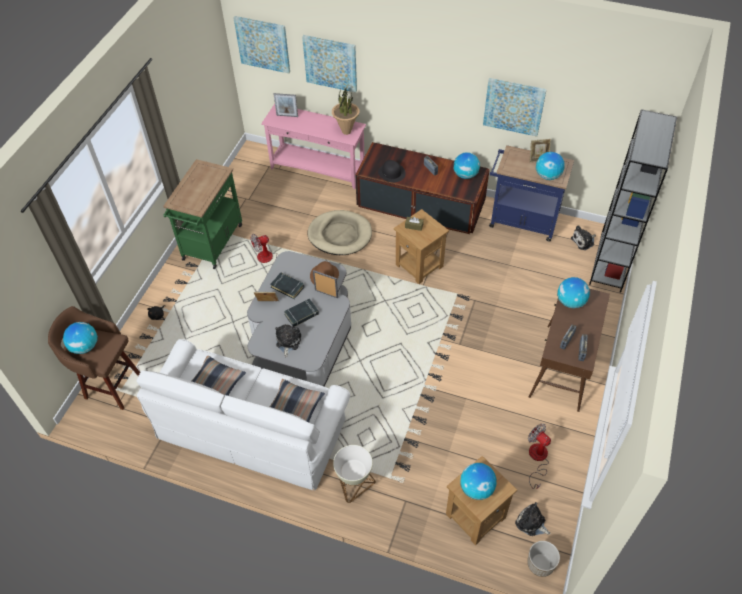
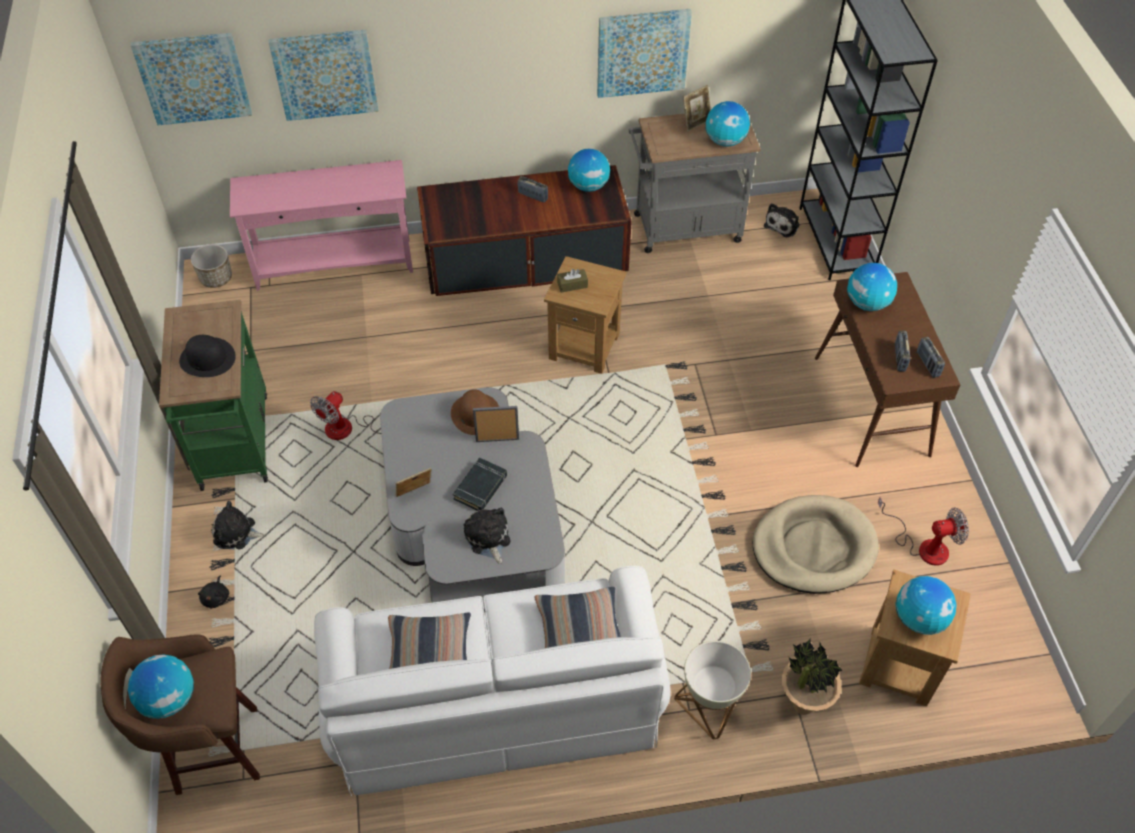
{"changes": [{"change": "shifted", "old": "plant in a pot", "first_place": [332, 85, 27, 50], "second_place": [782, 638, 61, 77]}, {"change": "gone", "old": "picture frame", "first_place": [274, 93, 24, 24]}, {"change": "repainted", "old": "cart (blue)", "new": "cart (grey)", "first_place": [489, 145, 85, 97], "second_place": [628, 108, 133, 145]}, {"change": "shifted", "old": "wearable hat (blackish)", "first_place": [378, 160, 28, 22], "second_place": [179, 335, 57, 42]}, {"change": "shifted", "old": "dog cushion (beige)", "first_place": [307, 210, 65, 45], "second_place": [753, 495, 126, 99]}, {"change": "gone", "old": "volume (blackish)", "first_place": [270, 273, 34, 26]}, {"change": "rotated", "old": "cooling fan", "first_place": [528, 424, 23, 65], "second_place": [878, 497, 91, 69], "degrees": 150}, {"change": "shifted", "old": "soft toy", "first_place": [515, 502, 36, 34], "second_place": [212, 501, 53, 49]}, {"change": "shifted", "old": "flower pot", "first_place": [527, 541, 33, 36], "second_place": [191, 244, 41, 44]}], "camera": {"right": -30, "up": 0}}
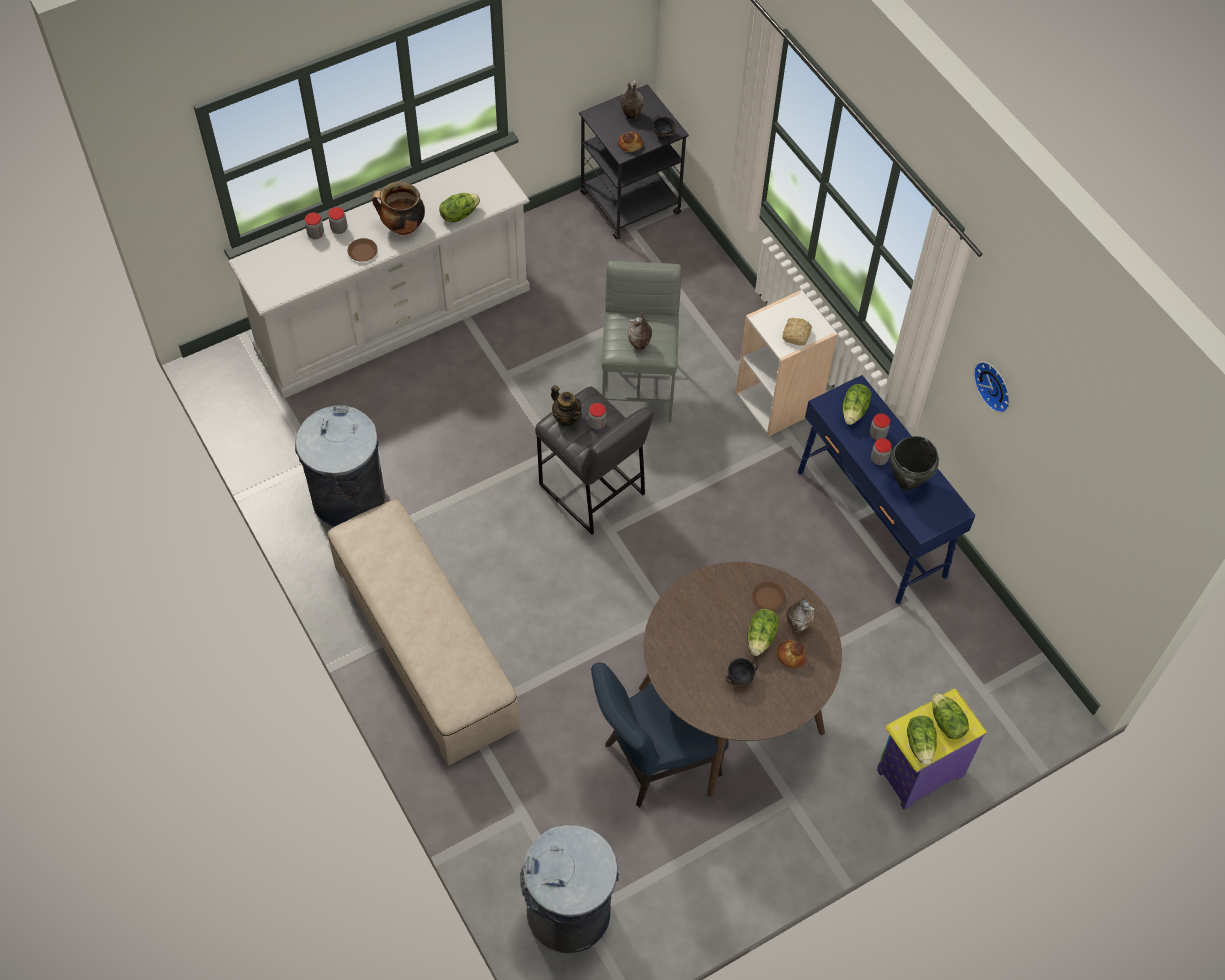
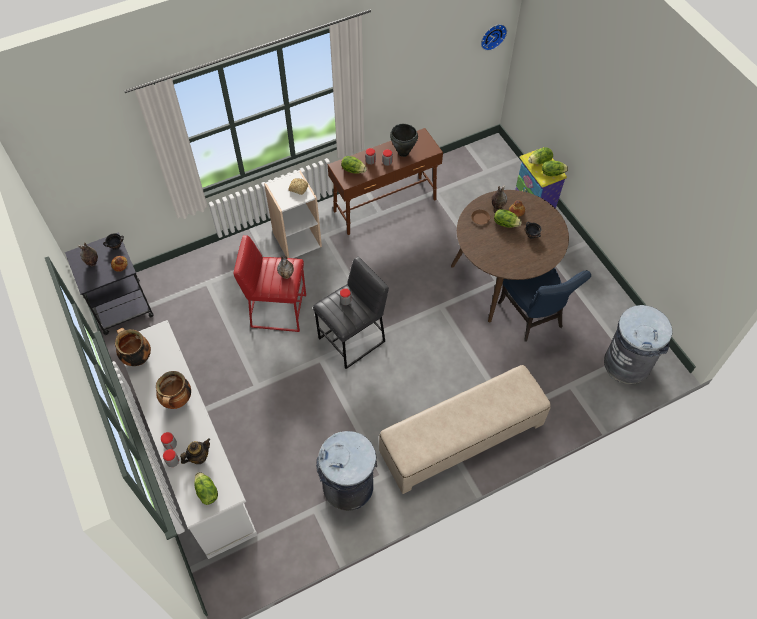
{"changes": [{"change": "shifted", "old": "lettuce", "first_place": [439, 193, 41, 29], "second_place": [194, 472, 24, 33]}, {"change": "gone", "old": "flat dish (brownish)", "first_place": [348, 238, 30, 24]}, {"change": "repainted", "old": "stool seat (grey)", "new": "stool seat (reddish)", "first_place": [602, 261, 80, 162], "second_place": [234, 235, 72, 97]}, {"change": "shifted", "old": "hanging clock", "first_place": [973, 361, 37, 52], "second_place": [481, 24, 26, 27]}, {"change": "repainted", "old": "console table (blue)", "new": "console table (brownish)", "first_place": [798, 375, 177, 229], "second_place": [328, 128, 115, 107]}, {"change": "shifted", "old": "teapot", "first_place": [551, 385, 31, 41], "second_place": [180, 438, 30, 26]}, {"change": "new", "new": "stockpot", "second_place": [115, 328, 36, 38]}], "camera": {"right": -85, "up": 0}}
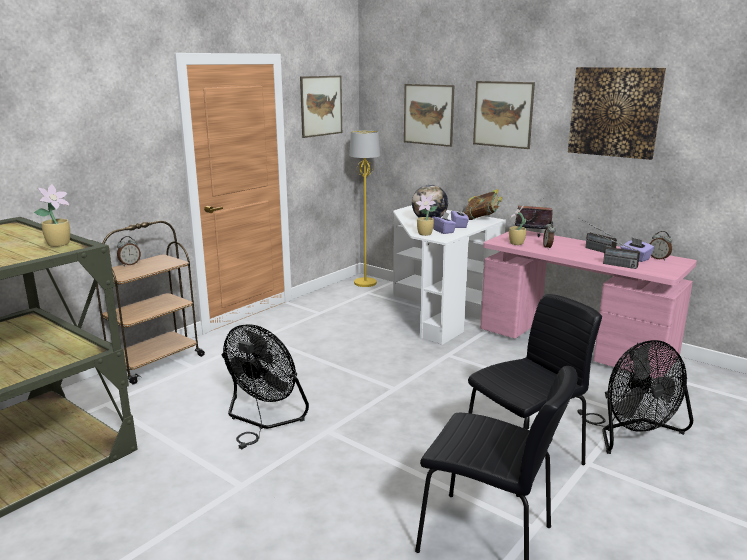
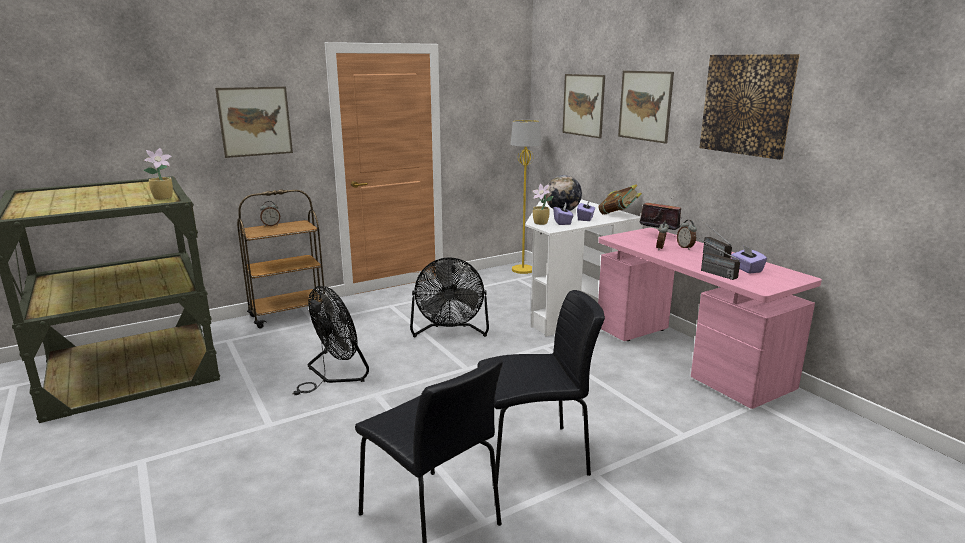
{"changes": [{"change": "shifted", "old": "wall picture", "first_place": [300, 76, 42, 62], "second_place": [215, 87, 78, 71]}, {"change": "gone", "old": "plant in a pot", "first_place": [509, 204, 17, 41]}, {"change": "shifted", "old": "alarm clock", "first_place": [650, 231, 22, 29], "second_place": [677, 220, 20, 29]}, {"change": "shifted", "old": "cooling fan (blackish)", "first_place": [577, 340, 116, 114], "second_place": [410, 258, 79, 79]}], "camera": {"right": 20, "up": 0}}
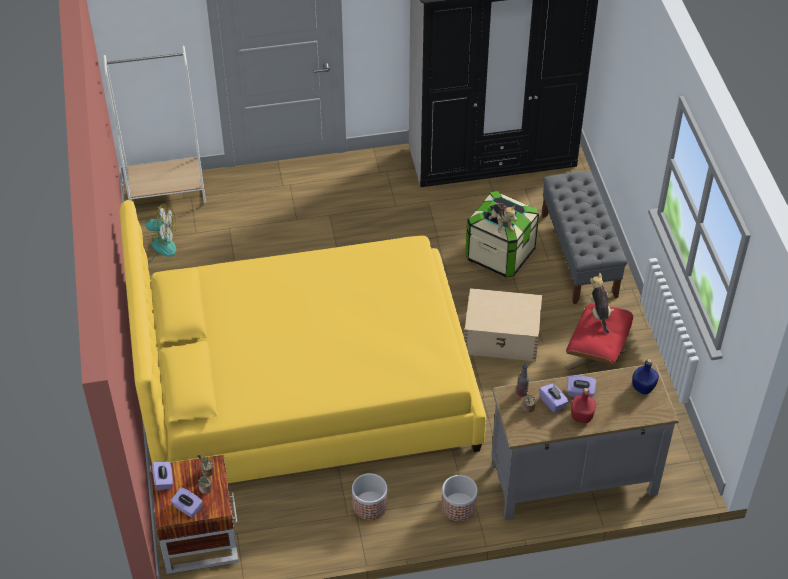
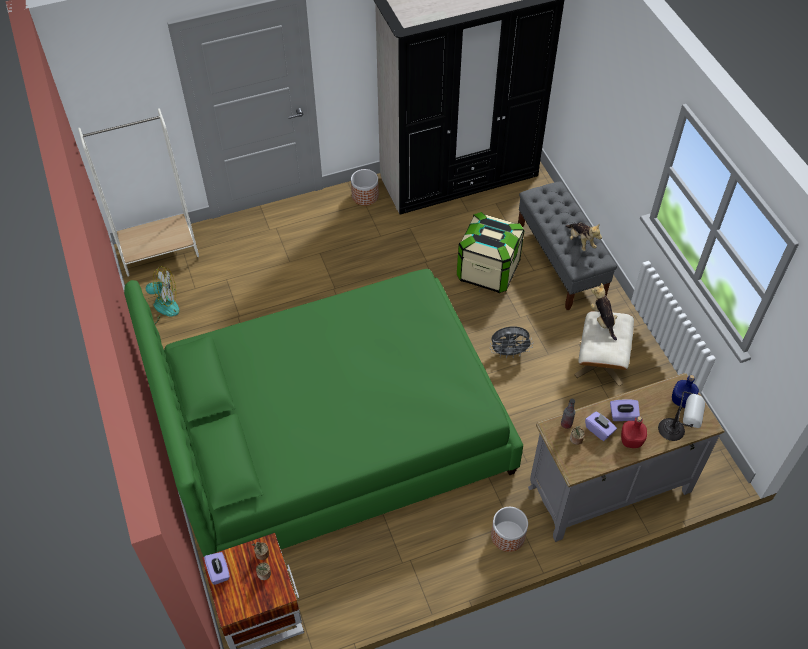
{"changes": [{"change": "repainted", "old": "bed (yellow-coloured)", "new": "bed (greenish)", "first_place": [119, 200, 367, 283], "second_place": [124, 269, 399, 288]}, {"change": "shifted", "old": "soft toy", "first_place": [488, 203, 29, 30], "second_place": [565, 223, 37, 28]}, {"change": "swapped", "old": "storage box (beige)", "new": "cooling fan (grey)", "first_place": [464, 288, 78, 73], "second_place": [490, 326, 43, 33]}, {"change": "repainted", "old": "footrest (reddish)", "new": "footrest (beige)", "first_place": [565, 303, 68, 68], "second_place": [574, 311, 60, 75]}, {"change": "shifted", "old": "flower pot", "first_place": [352, 473, 35, 47], "second_place": [351, 169, 28, 37]}, {"change": "gone", "old": "tissue holder (purplish)", "first_place": [171, 487, 32, 31]}, {"change": "new", "new": "lamp for a table", "second_place": [658, 391, 47, 50]}], "camera": {"right": -10, "up": 5}}
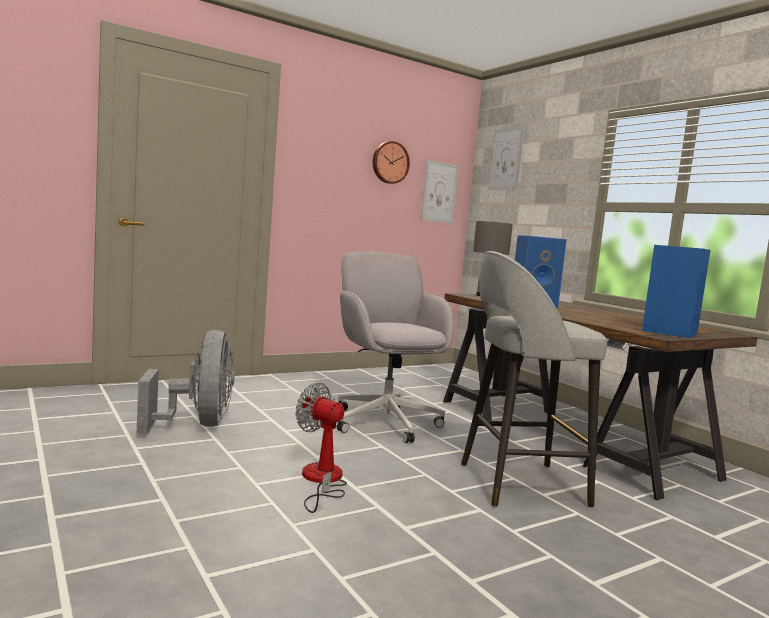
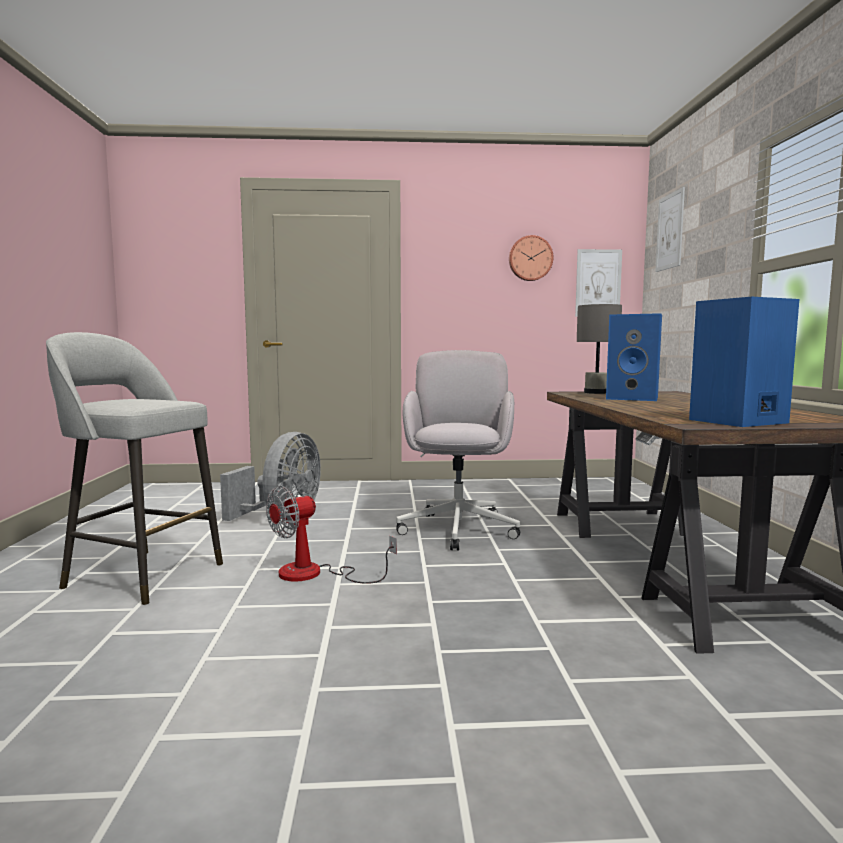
{"changes": [{"change": "shifted", "old": "stool seat (grey)", "first_place": [461, 251, 146, 257], "second_place": [46, 332, 177, 273]}, {"change": "rotated", "old": "cooling fan", "first_place": [295, 382, 52, 131], "second_place": [266, 486, 131, 98], "degrees": -105}], "camera": {"right": 30, "up": 0}}
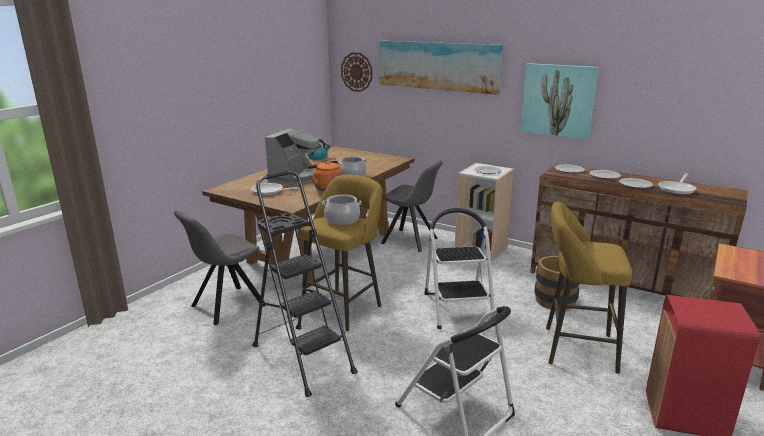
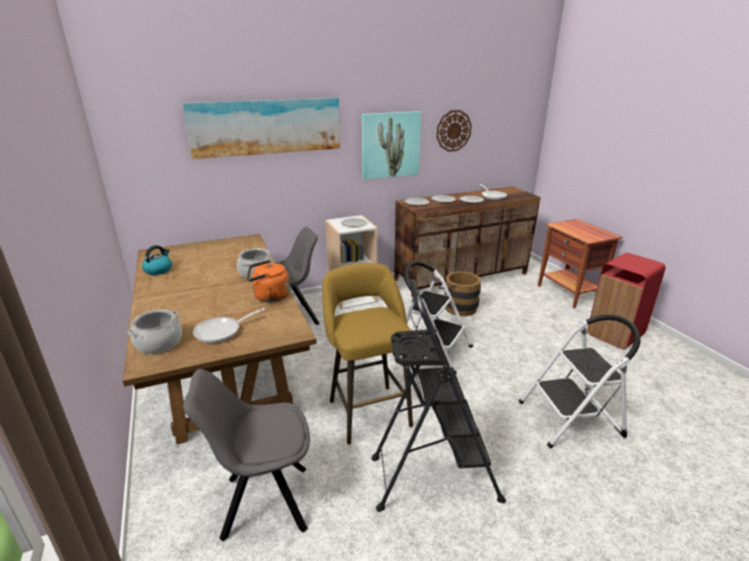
{"changes": [{"change": "shifted", "old": "hanging clock", "first_place": [341, 52, 31, 40], "second_place": [437, 110, 35, 42]}, {"change": "gone", "old": "coffee machine", "first_place": [265, 128, 56, 56]}, {"change": "shifted", "old": "stockpot", "first_place": [322, 194, 40, 31], "second_place": [127, 309, 55, 45]}, {"change": "gone", "old": "stool seat (yellow-coloured)", "first_place": [546, 202, 86, 172]}, {"change": "rotated", "old": "upright chair (grey)", "first_place": [174, 210, 92, 115], "second_place": [183, 369, 127, 172], "degrees": 90}], "camera": {"right": -55, "up": 5}}
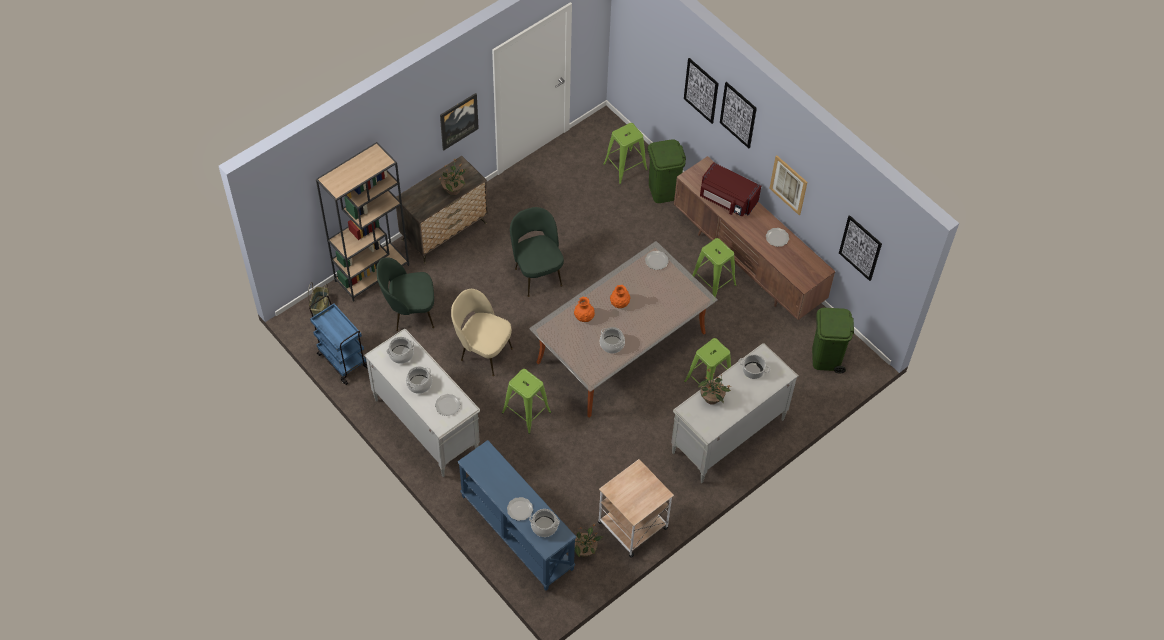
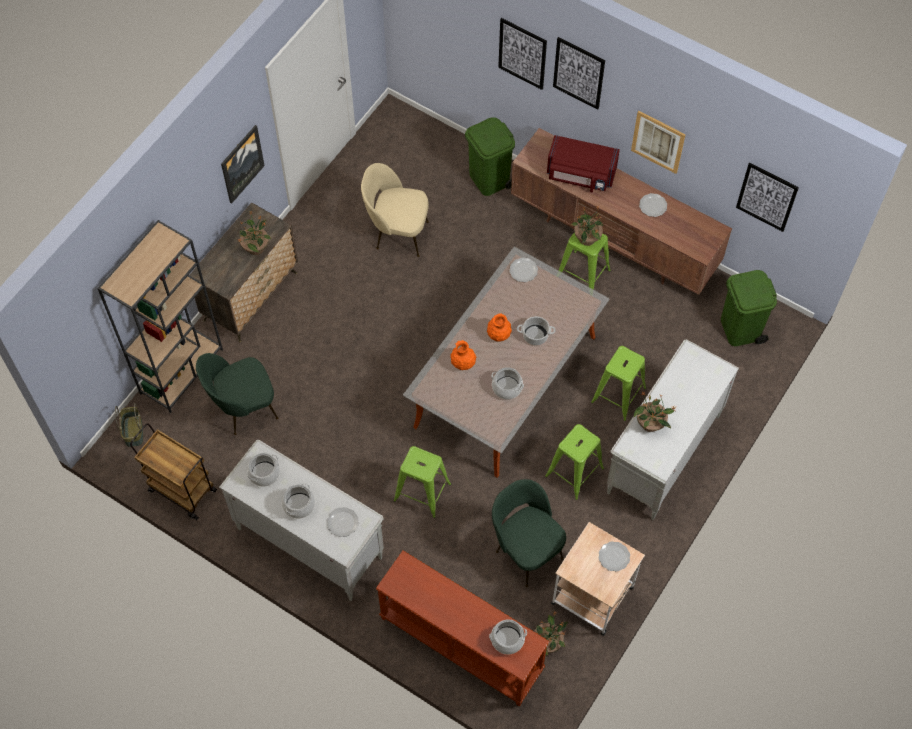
{"changes": [{"change": "shifted", "old": "stool seat (greenish)", "first_place": [603, 123, 45, 61], "second_place": [545, 424, 59, 76]}, {"change": "shifted", "old": "upright chair (greenish)", "first_place": [510, 207, 54, 90], "second_place": [492, 479, 74, 108]}, {"change": "shifted", "old": "upright chair (beige)", "first_place": [451, 289, 62, 87], "second_place": [361, 163, 68, 94]}, {"change": "repainted", "old": "cart (blue)", "new": "cart (brownish)", "first_place": [309, 296, 59, 89], "second_place": [130, 423, 87, 97]}, {"change": "shifted", "old": "stockpot", "first_place": [739, 354, 31, 25], "second_place": [517, 316, 39, 29]}, {"change": "repainted", "old": "console table (blue)", "new": "console table (brownish)", "first_place": [458, 440, 118, 150], "second_place": [376, 551, 173, 156]}, {"change": "shifted", "old": "flat dish", "first_place": [507, 497, 26, 24], "second_place": [599, 541, 31, 31]}, {"change": "new", "new": "plant in a pot", "second_place": [571, 206, 32, 40]}], "camera": {"right": -15, "up": 5}}
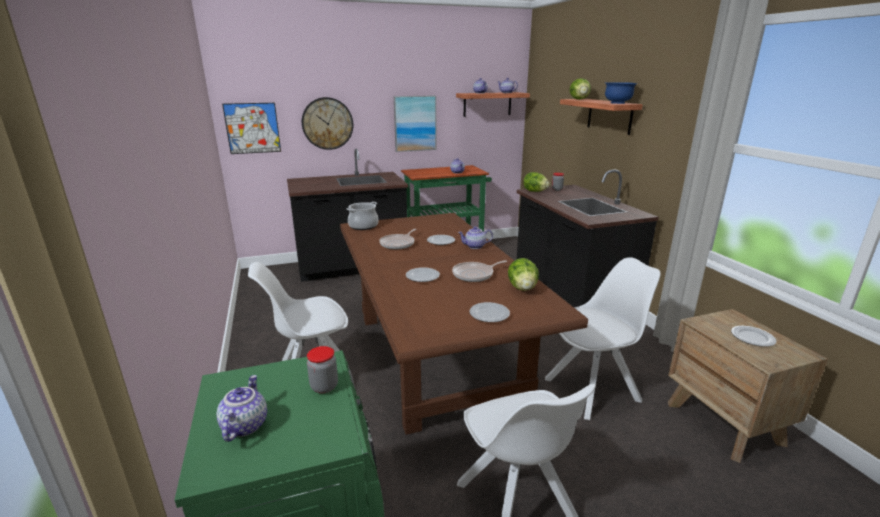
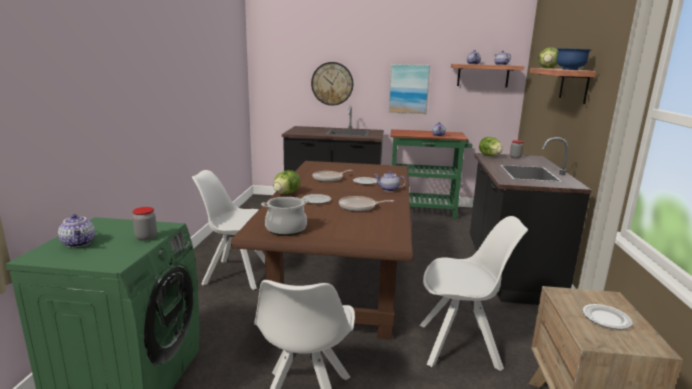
{"changes": [{"change": "gone", "old": "wall picture", "first_place": [222, 103, 59, 51]}, {"change": "shifted", "old": "stockpot", "first_place": [347, 202, 32, 28], "second_place": [261, 197, 49, 39]}, {"change": "shifted", "old": "lettuce", "first_place": [508, 258, 31, 33], "second_place": [273, 170, 28, 24]}, {"change": "gone", "old": "flat dish", "first_place": [469, 302, 41, 20]}, {"change": "rotated", "old": "teapot", "first_place": [216, 375, 51, 67], "second_place": [58, 214, 37, 34], "degrees": 120}], "camera": {"right": 25, "up": -5}}
